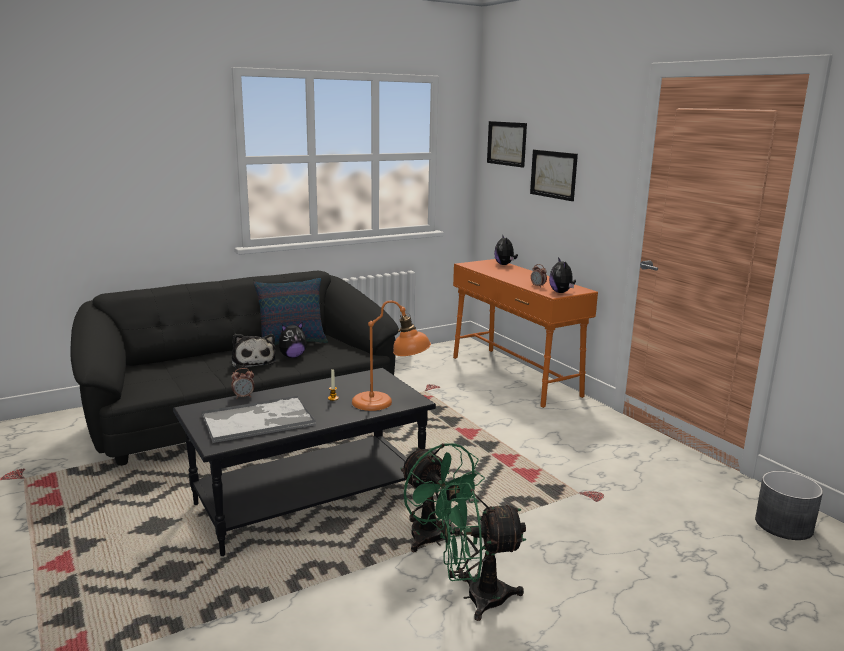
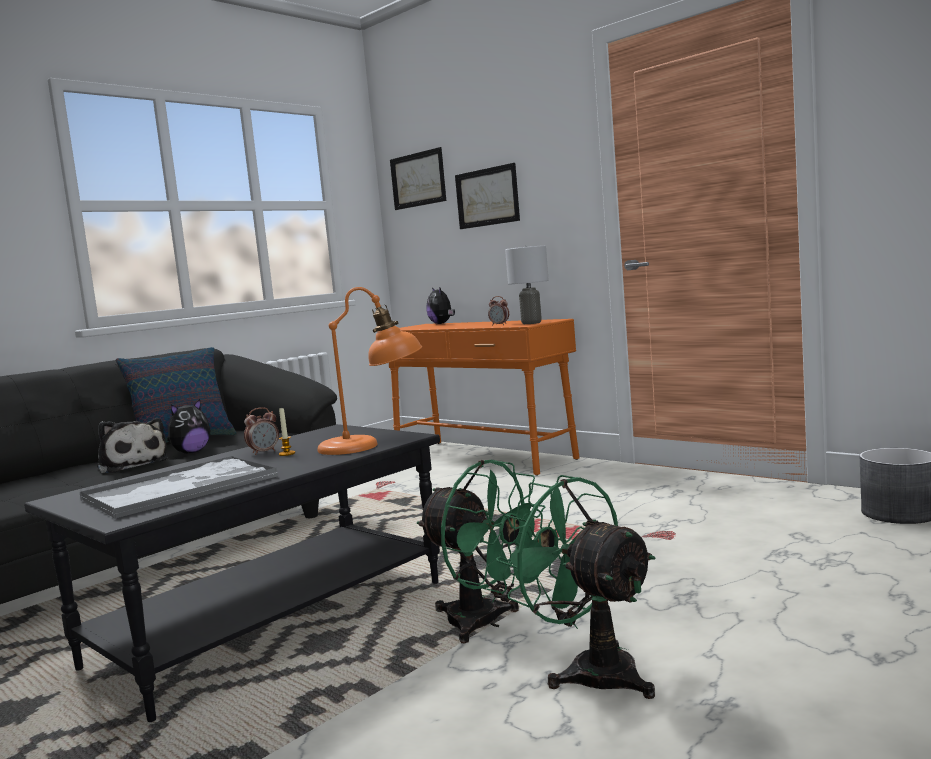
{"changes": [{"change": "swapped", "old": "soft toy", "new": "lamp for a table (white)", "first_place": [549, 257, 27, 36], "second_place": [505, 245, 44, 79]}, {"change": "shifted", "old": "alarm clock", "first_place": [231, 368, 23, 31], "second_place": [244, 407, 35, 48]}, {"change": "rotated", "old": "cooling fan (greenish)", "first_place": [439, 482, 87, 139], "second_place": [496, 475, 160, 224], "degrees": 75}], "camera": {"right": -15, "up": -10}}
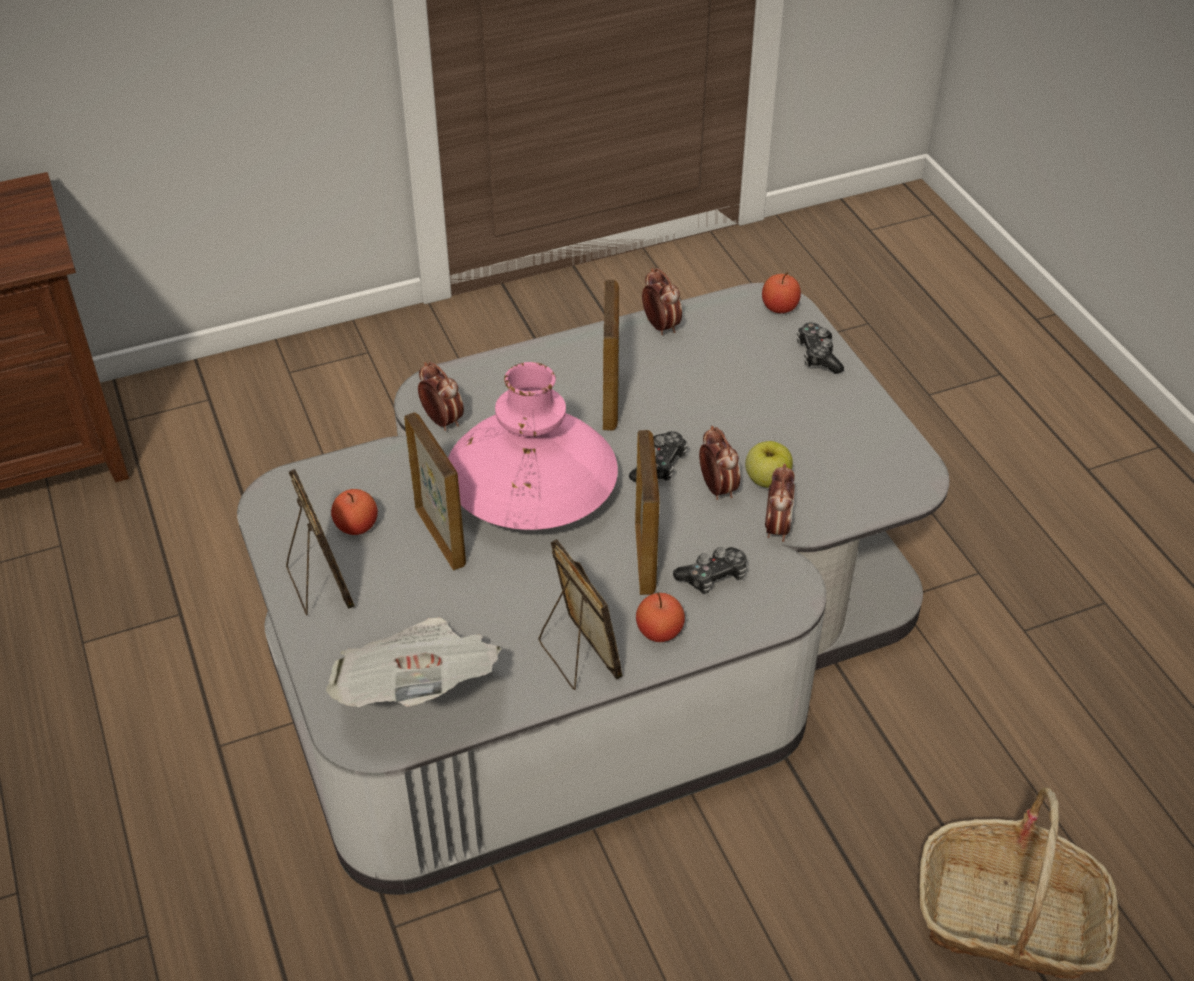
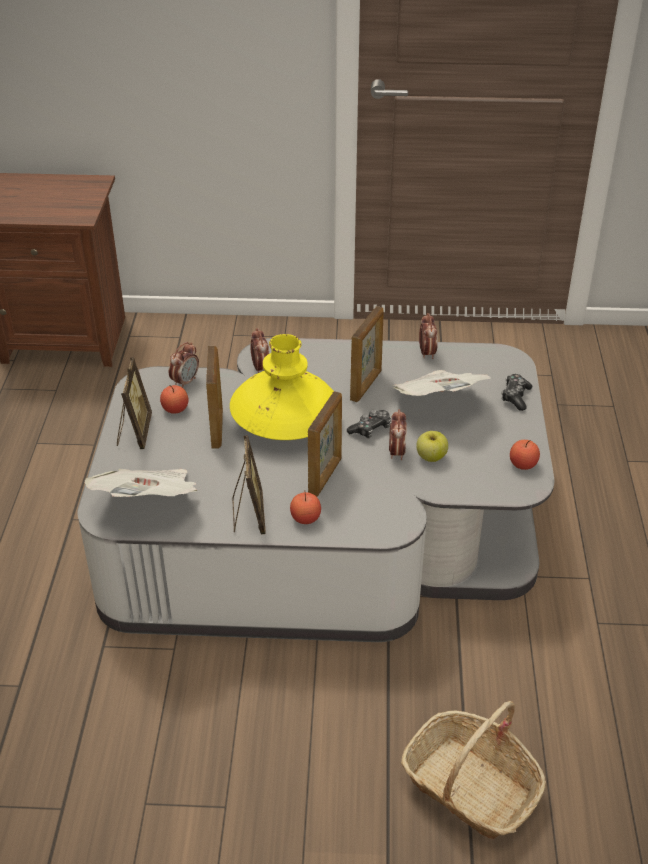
{"changes": [{"change": "shifted", "old": "whole apple", "first_place": [762, 272, 39, 41], "second_place": [510, 440, 30, 30]}, {"change": "repainted", "old": "decorative vase (pinkish)", "new": "decorative vase (yellow-coloured)", "first_place": [448, 362, 170, 168], "second_place": [230, 334, 104, 106]}, {"change": "shifted", "old": "alarm clock", "first_place": [765, 464, 30, 78], "second_place": [169, 342, 30, 46]}, {"change": "gone", "old": "game controller", "first_place": [673, 547, 74, 47]}, {"change": "new", "new": "daily paper", "second_place": [392, 370, 99, 26]}], "camera": {"right": 25, "up": -5}}
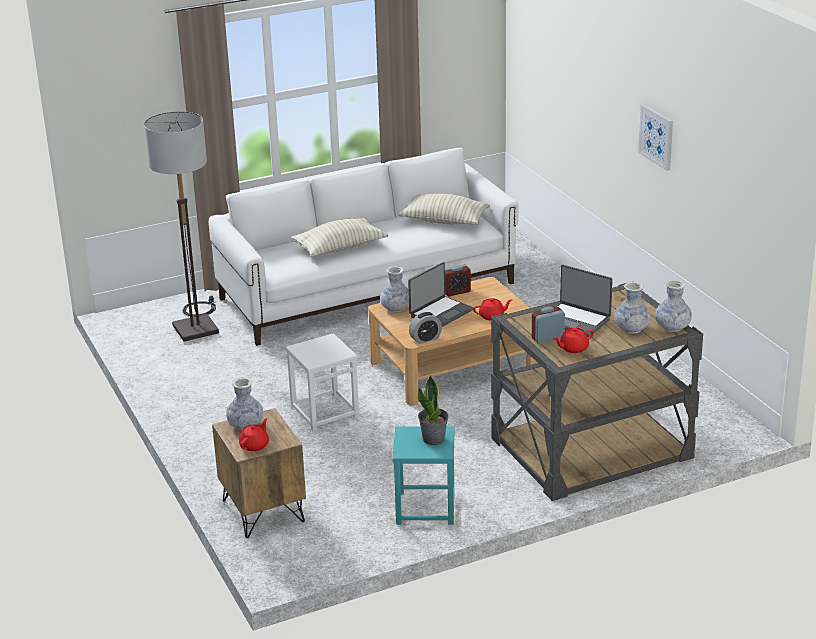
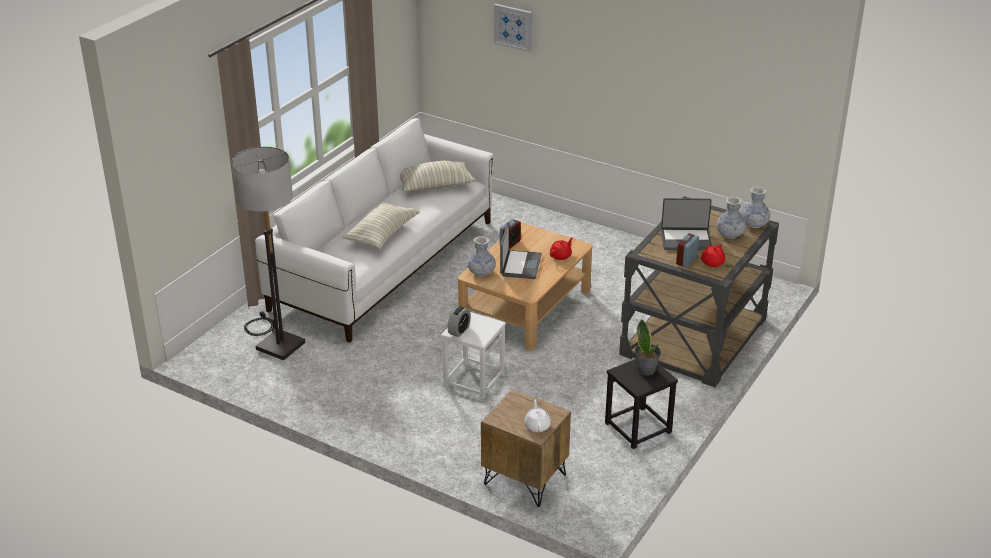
{"changes": [{"change": "shifted", "old": "wall picture", "first_place": [638, 104, 35, 67], "second_place": [494, 4, 38, 48]}, {"change": "shifted", "old": "alarm clock", "first_place": [409, 312, 33, 32], "second_place": [447, 306, 24, 31]}, {"change": "gone", "old": "decorative vase", "first_place": [226, 377, 37, 53]}, {"change": "repainted", "old": "teapot (reddish)", "new": "teapot (white)", "first_place": [239, 418, 30, 33], "second_place": [524, 400, 27, 32]}, {"change": "repainted", "old": "stool seat (turquoise-coloured)", "new": "stool seat (blackish)", "first_place": [393, 426, 62, 99], "second_place": [605, 359, 73, 90]}], "camera": {"right": -35, "up": 5}}
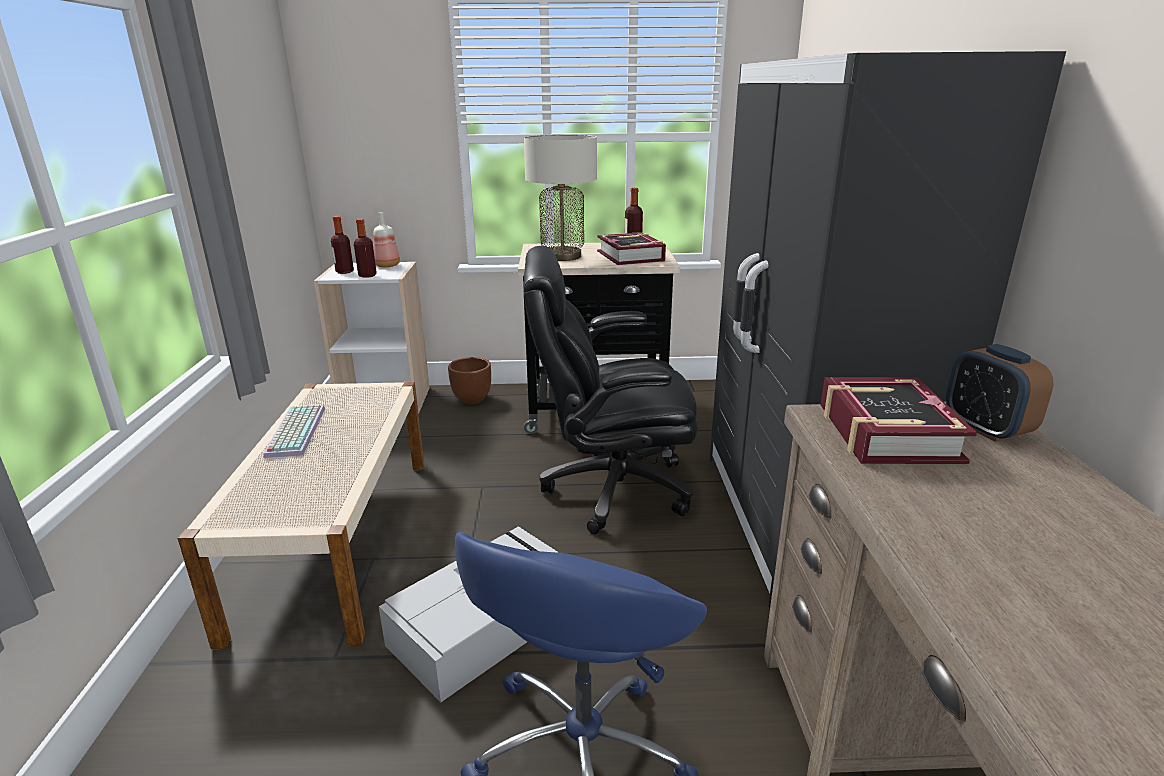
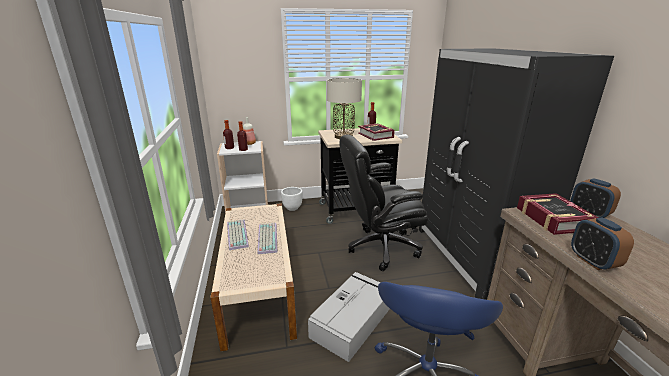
{"changes": [{"change": "repainted", "old": "flower pot (brownish)", "new": "flower pot (white)", "first_place": [448, 357, 43, 48], "second_place": [281, 187, 22, 24]}, {"change": "new", "new": "alarm clock", "second_place": [571, 217, 63, 53]}, {"change": "new", "new": "PC keyboard", "second_place": [257, 223, 20, 31]}], "camera": {"right": -10, "up": 0}}
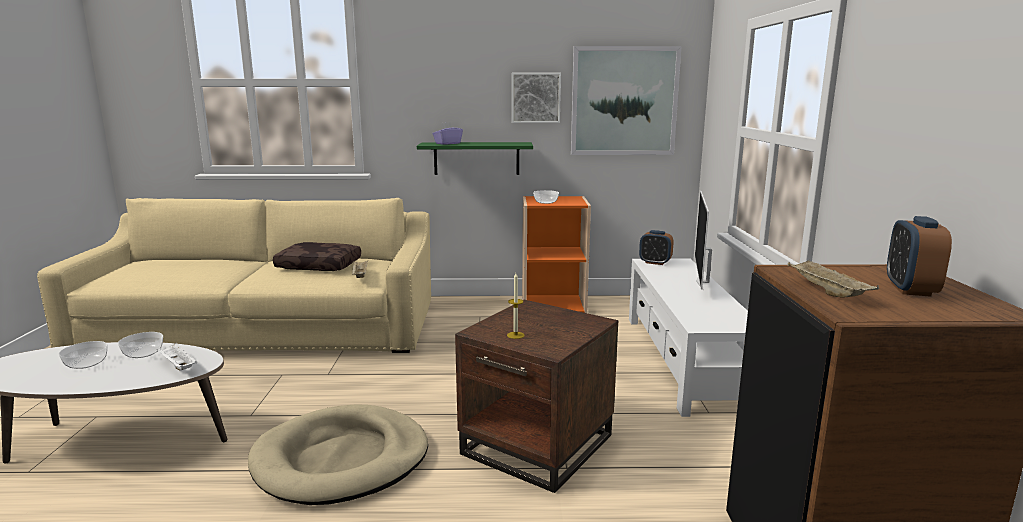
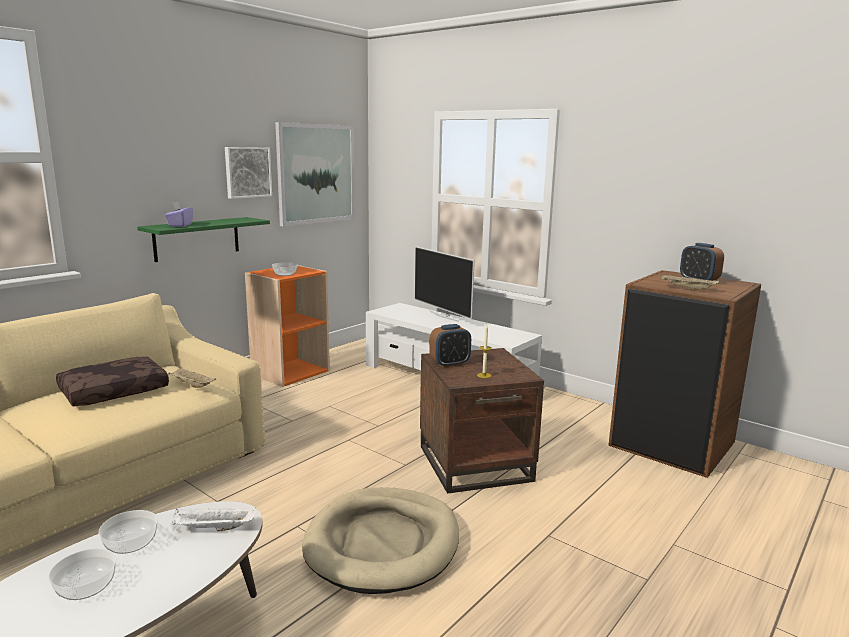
{"changes": [{"change": "shifted", "old": "alarm clock", "first_place": [639, 230, 35, 35], "second_place": [429, 324, 42, 44]}], "camera": {"right": -50, "up": 0}}
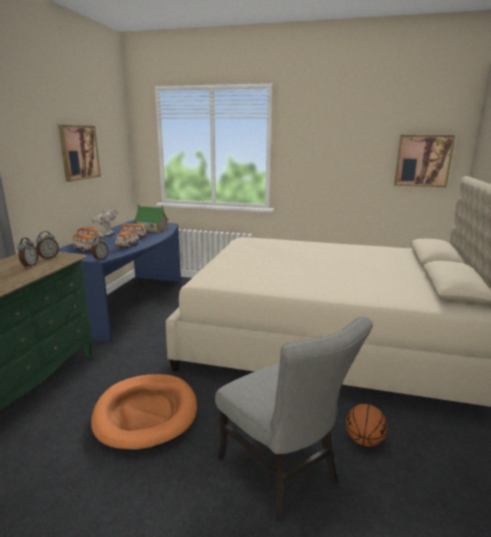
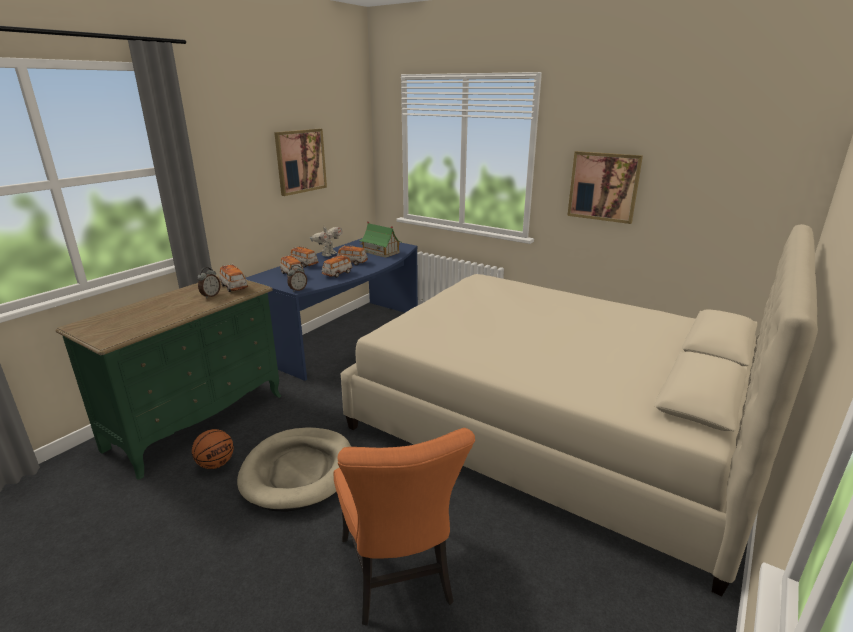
{"changes": [{"change": "shifted", "old": "wall picture", "first_place": [394, 135, 62, 53], "second_place": [567, 151, 76, 73]}, {"change": "swapped", "old": "alarm clock", "new": "miniature car", "first_place": [36, 231, 23, 29], "second_place": [219, 264, 29, 28]}, {"change": "repainted", "old": "upright chair (grey)", "new": "upright chair (orange-coloured)", "first_place": [215, 316, 158, 205], "second_place": [334, 428, 141, 198]}, {"change": "repainted", "old": "dog cushion (orange-coloured)", "new": "dog cushion (beige)", "first_place": [91, 374, 106, 77], "second_place": [237, 427, 114, 85]}, {"change": "shifted", "old": "basketball ball", "first_place": [346, 404, 41, 42], "second_place": [192, 429, 42, 40]}], "camera": {"right": 20, "up": 5}}
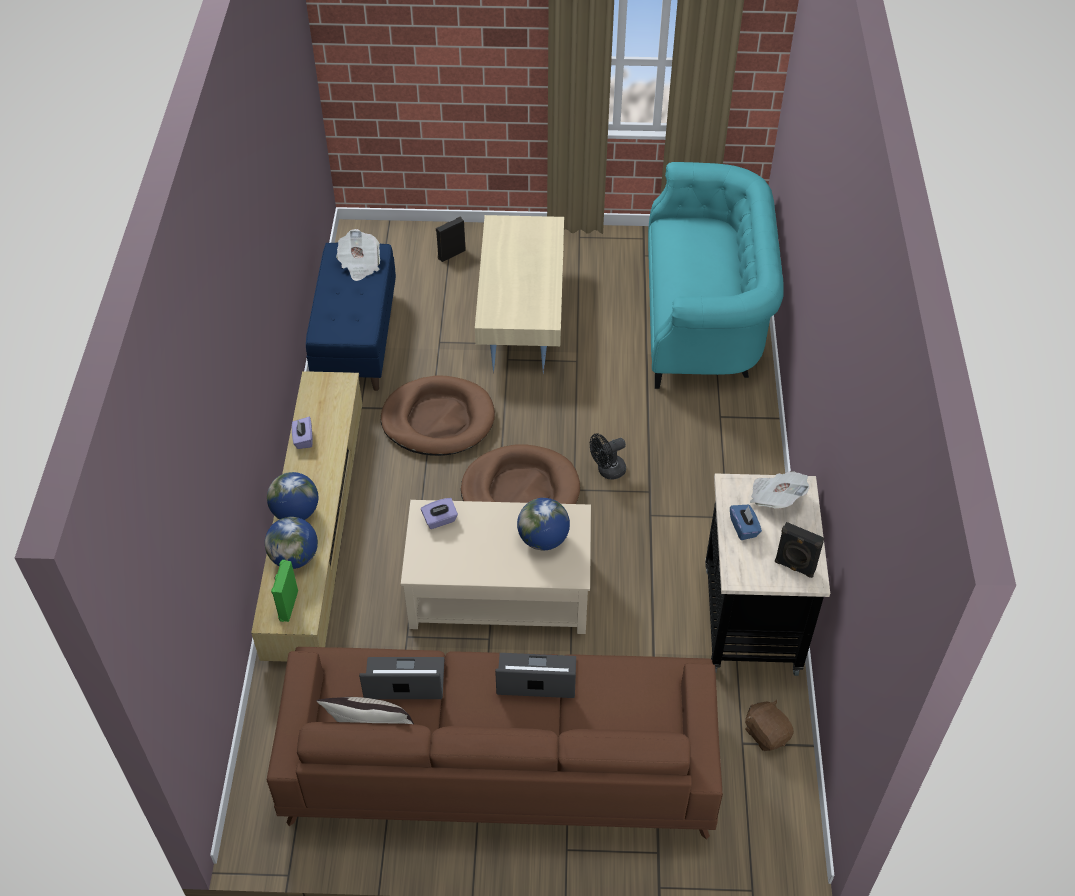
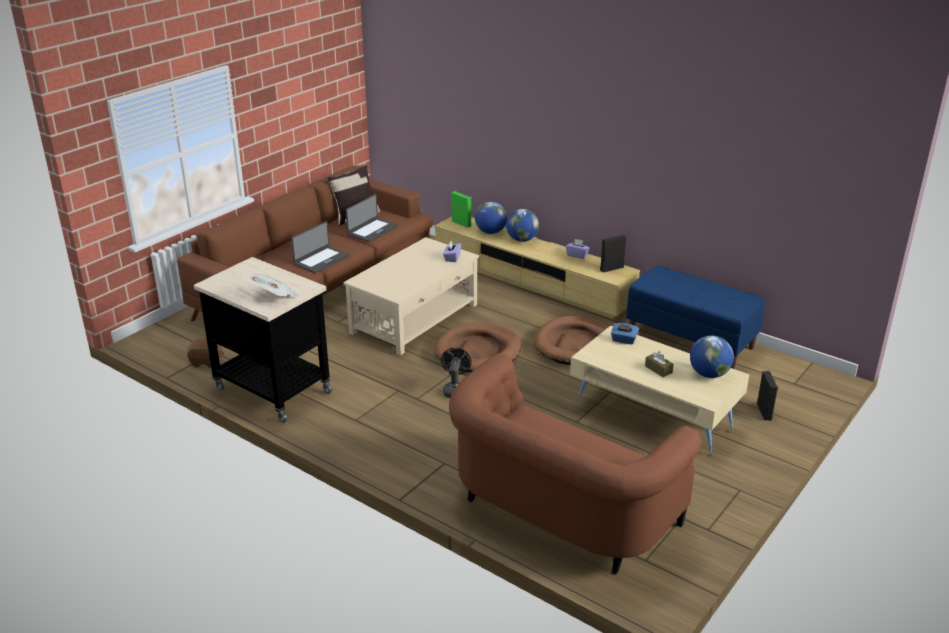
{"changes": [{"change": "repainted", "old": "sofa (turquoise-coloured)", "new": "sofa (brownish)", "first_place": [648, 162, 136, 227], "second_place": [449, 353, 253, 221]}, {"change": "gone", "old": "daily paper", "first_place": [336, 229, 44, 52]}, {"change": "shifted", "old": "world globe", "first_place": [517, 498, 53, 52], "second_place": [690, 335, 44, 43]}, {"change": "shifted", "old": "tissue holder (blue)", "first_place": [730, 505, 32, 35], "second_place": [611, 323, 28, 22]}, {"change": "shifted", "old": "audio speaker (blackish)", "first_place": [774, 522, 50, 56], "second_place": [600, 234, 26, 39]}, {"change": "new", "new": "tissue holder (brownish)", "second_place": [645, 351, 29, 26]}], "camera": {"right": 125, "up": -20}}
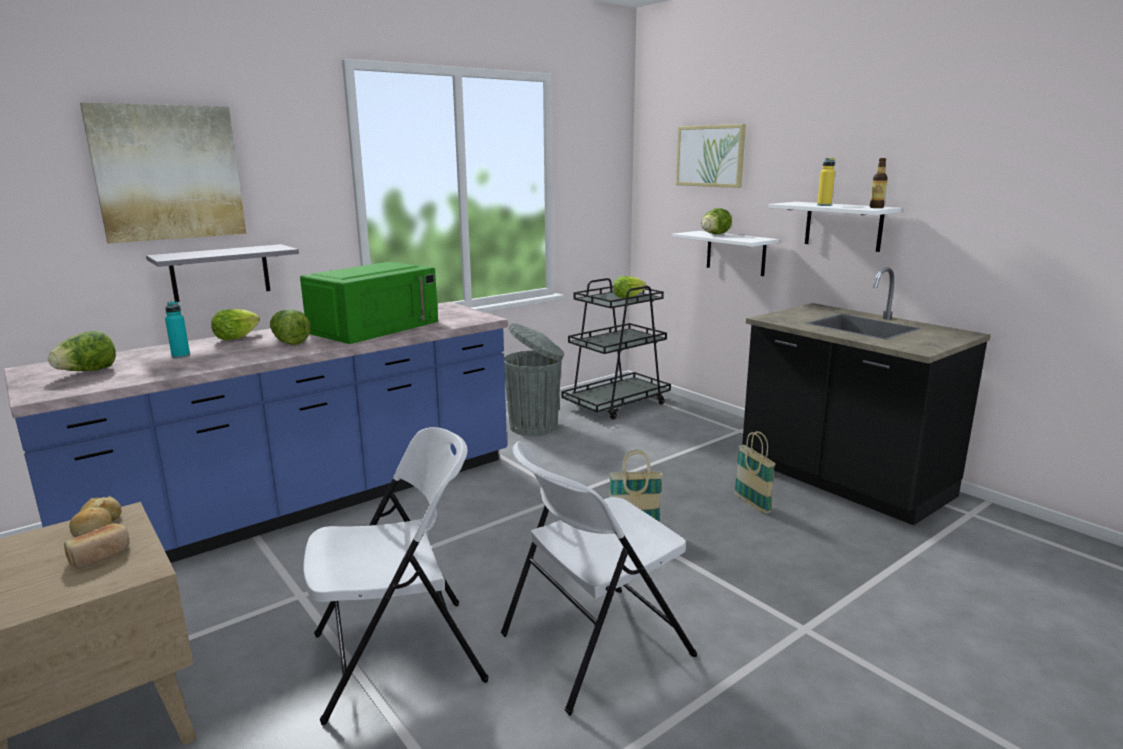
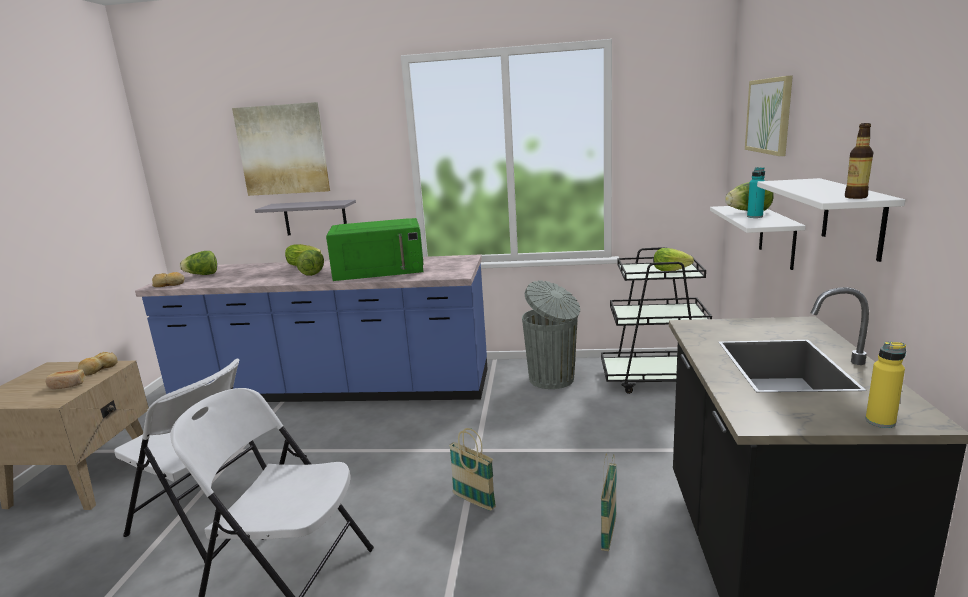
{"changes": [{"change": "shifted", "old": "bottle (yellow-coloured)", "first_place": [817, 158, 18, 48], "second_place": [865, 342, 41, 86]}, {"change": "shifted", "old": "bottle (turquoise-coloured)", "first_place": [165, 301, 25, 57], "second_place": [747, 167, 18, 51]}, {"change": "new", "new": "bread", "second_place": [152, 272, 33, 15]}], "camera": {"right": 45, "up": 0}}
